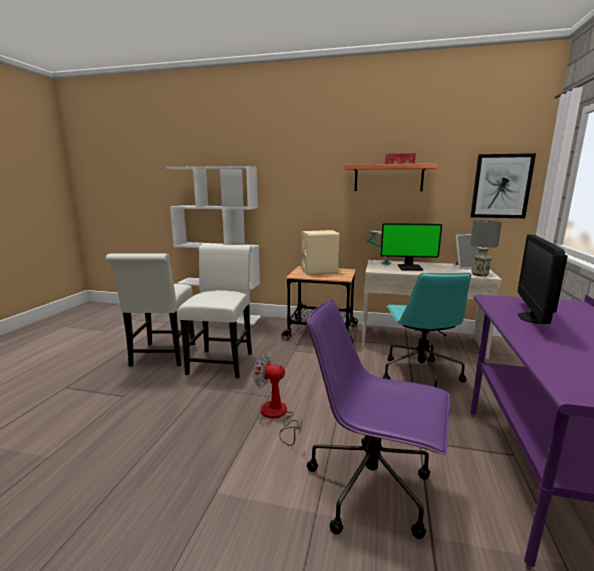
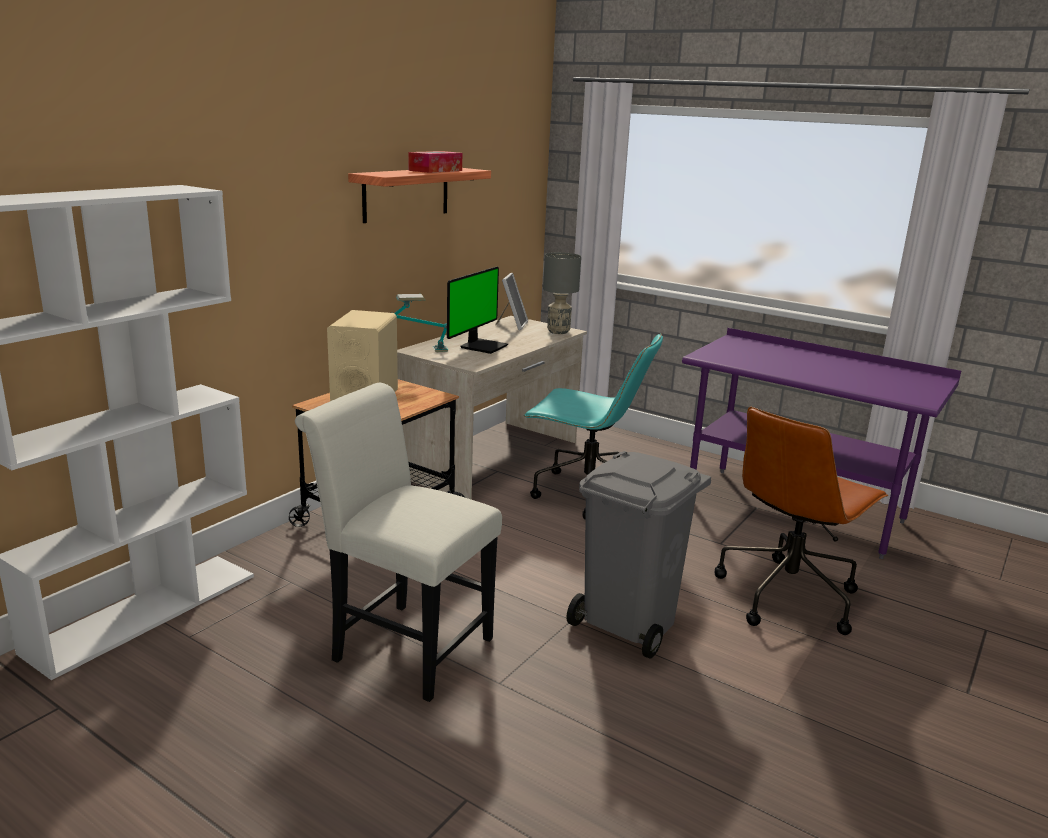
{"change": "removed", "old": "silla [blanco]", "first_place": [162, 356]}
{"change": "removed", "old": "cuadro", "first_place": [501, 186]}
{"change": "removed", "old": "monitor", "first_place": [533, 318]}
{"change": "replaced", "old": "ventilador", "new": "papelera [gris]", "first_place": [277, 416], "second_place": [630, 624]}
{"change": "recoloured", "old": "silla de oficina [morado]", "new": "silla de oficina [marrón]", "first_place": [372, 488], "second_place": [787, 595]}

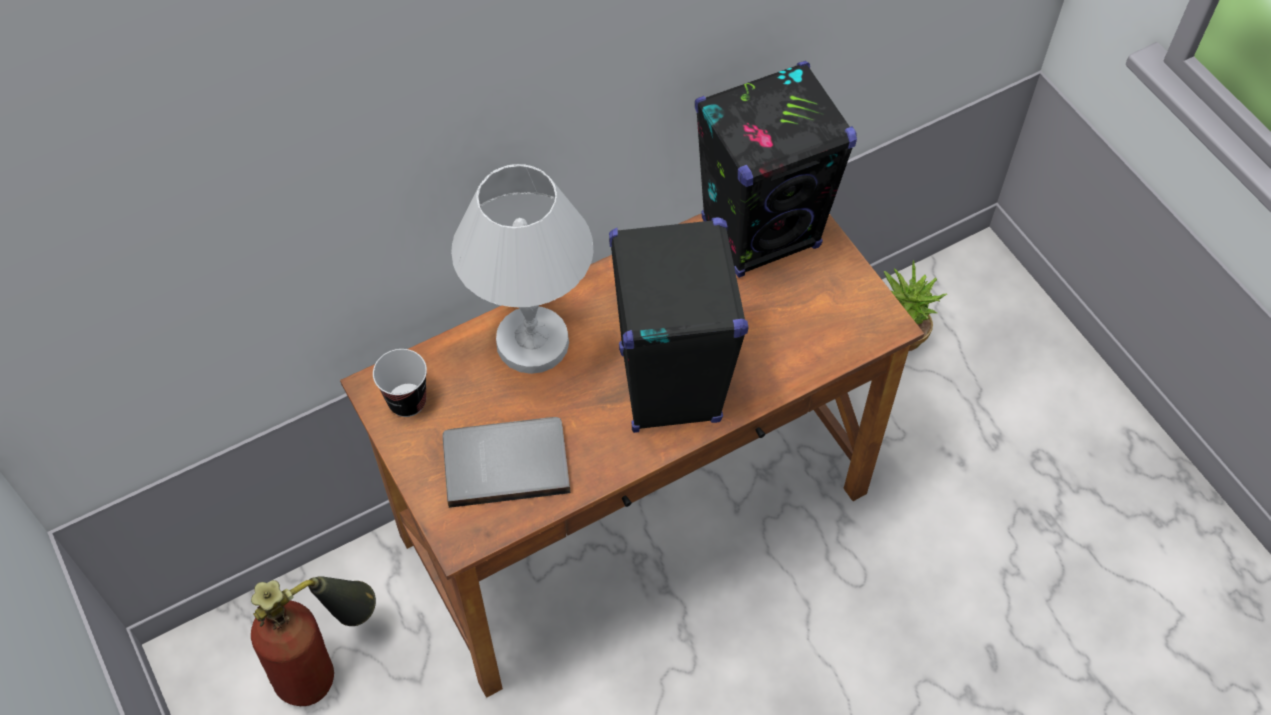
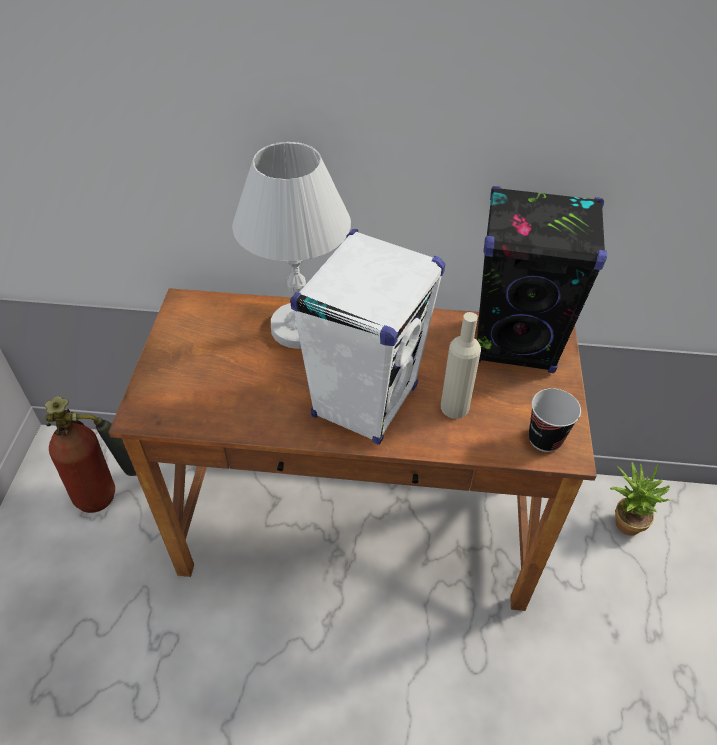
{"change": "removed", "old": "libro [gris]", "first_place": [505, 461]}
{"change": "added", "new": "botella [beis]", "second_place": [454, 407]}
{"change": "moved", "old": "taza", "first_place": [407, 401], "second_place": [545, 439]}
{"change": "recoloured", "old": "altavoz [negro]", "new": "altavoz [blanco]", "first_place": [669, 385], "second_place": [365, 401]}

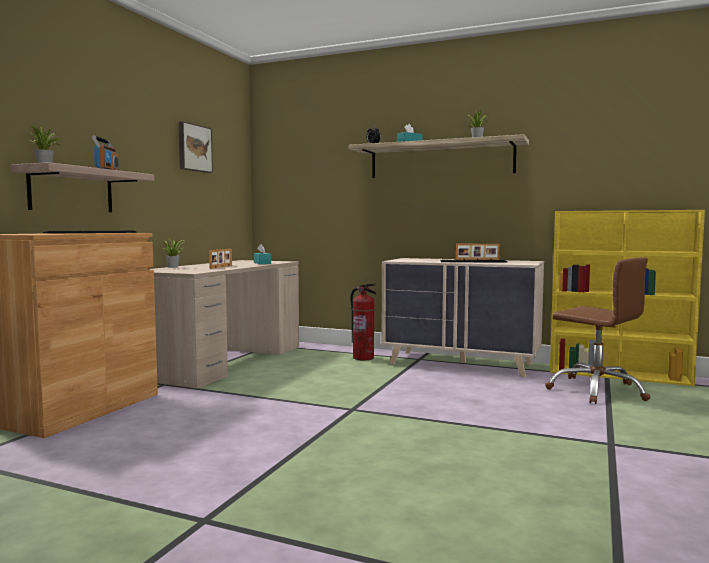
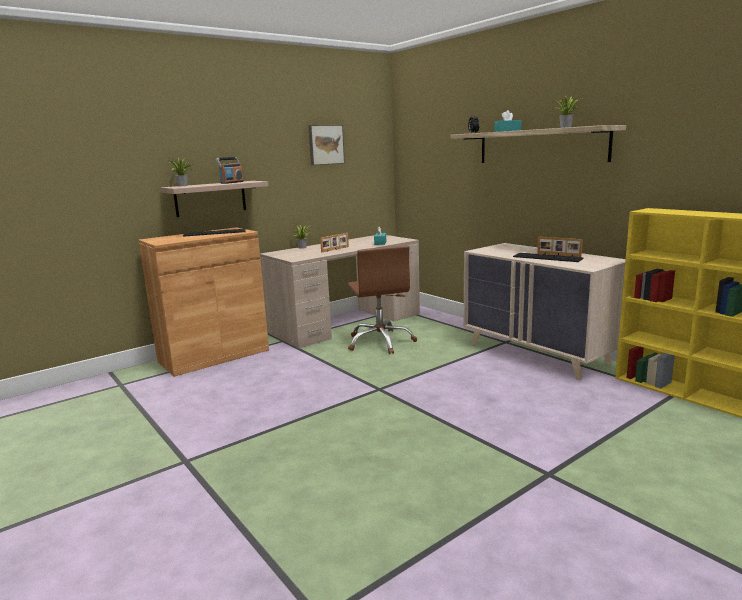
{"change": "removed", "old": "extintor", "first_place": [363, 358]}
{"change": "moved", "old": "silla de oficina [marrón]", "first_place": [597, 390], "second_place": [380, 342]}

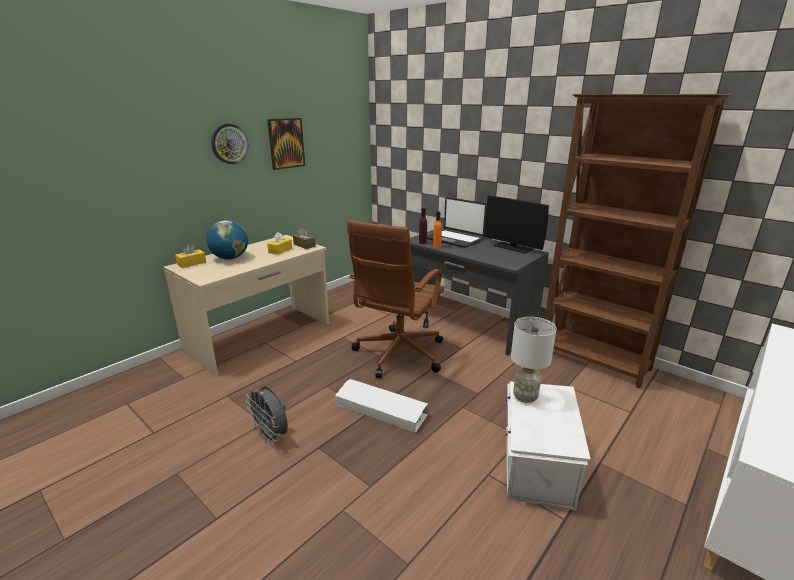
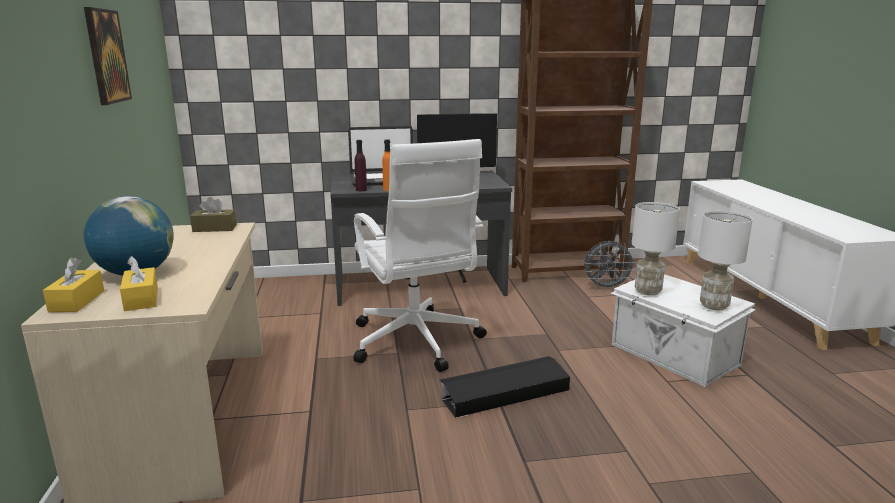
{"change": "removed", "old": "reloj de pared", "first_place": [229, 144]}
{"change": "added", "new": "lámpara de mesa [blanco]", "second_place": [714, 306]}
{"change": "moved", "old": "ventilador [gris]", "first_place": [272, 436], "second_place": [606, 288]}
{"change": "moved", "old": "caja de pañuelos [amarillo]", "first_place": [280, 250], "second_place": [141, 299]}
{"change": "recoloured", "old": "caja de almacenaje [blanco]", "new": "caja de almacenaje [negro]", "first_place": [380, 409], "second_place": [504, 393]}
{"change": "recoloured", "old": "silla de oficina [marrón]", "new": "silla de oficina [blanco]", "first_place": [398, 355], "second_place": [416, 342]}

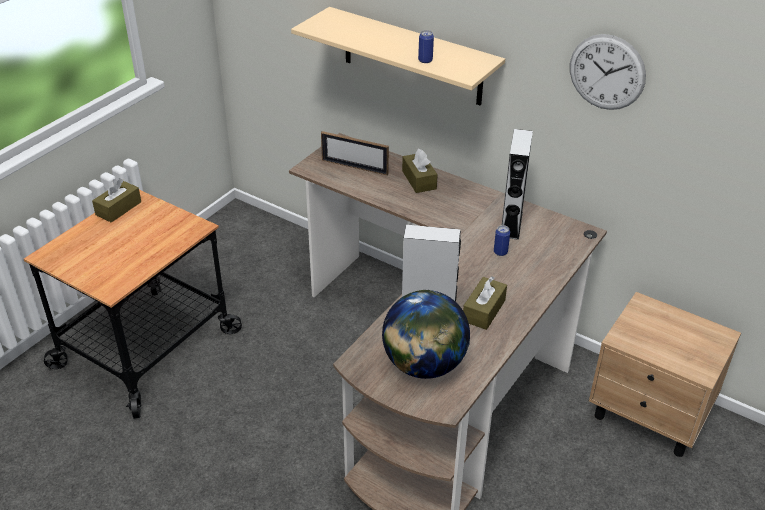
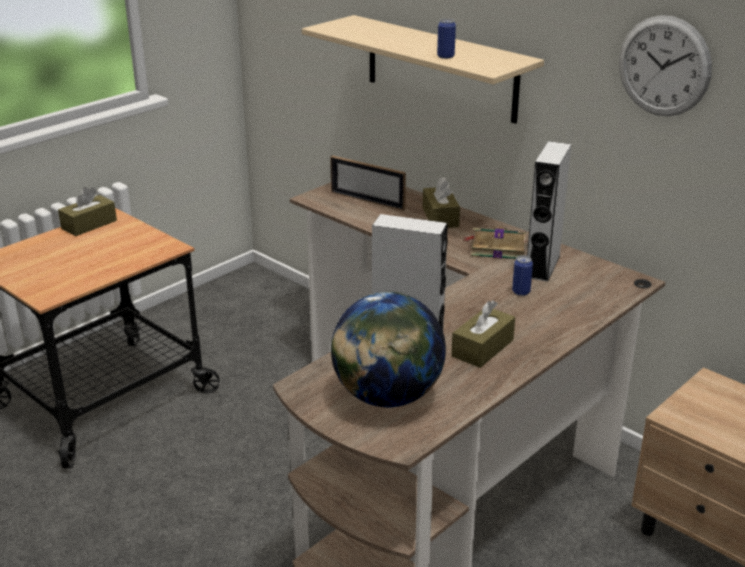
{"change": "added", "new": "libro", "second_place": [496, 248]}

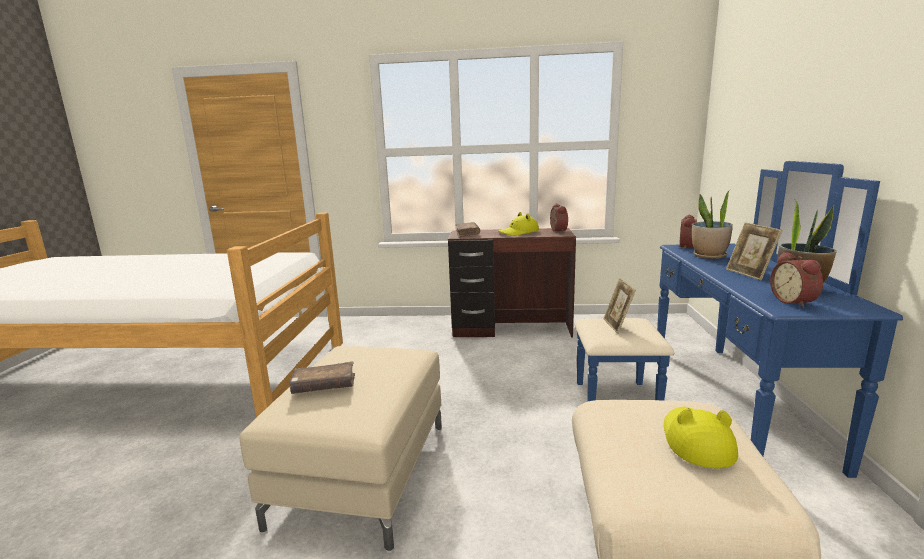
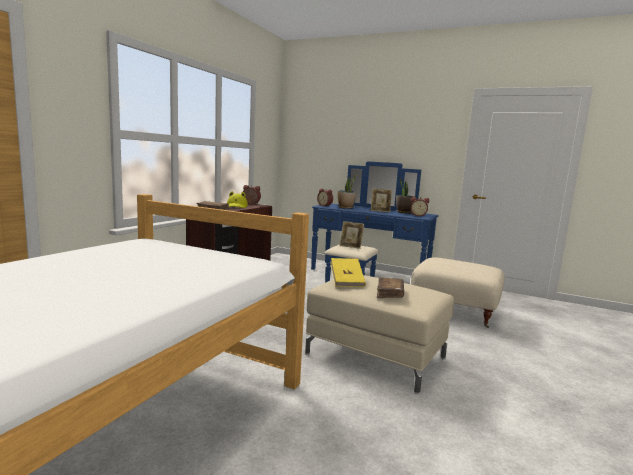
{"change": "removed", "old": "sombrero [amarillo]", "first_place": [696, 441]}
{"change": "added", "new": "libro [amarillo]", "second_place": [347, 282]}

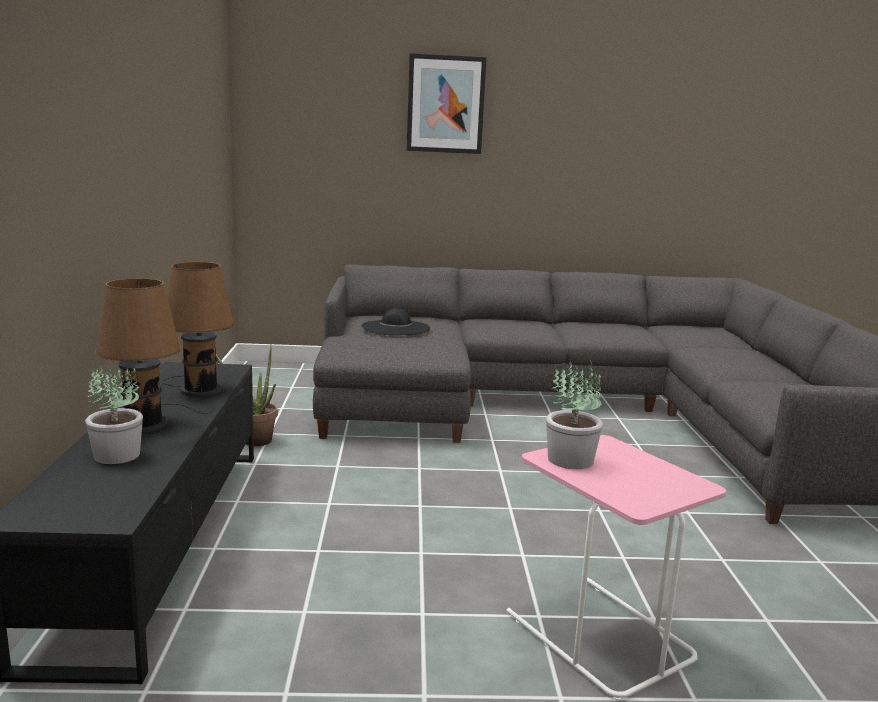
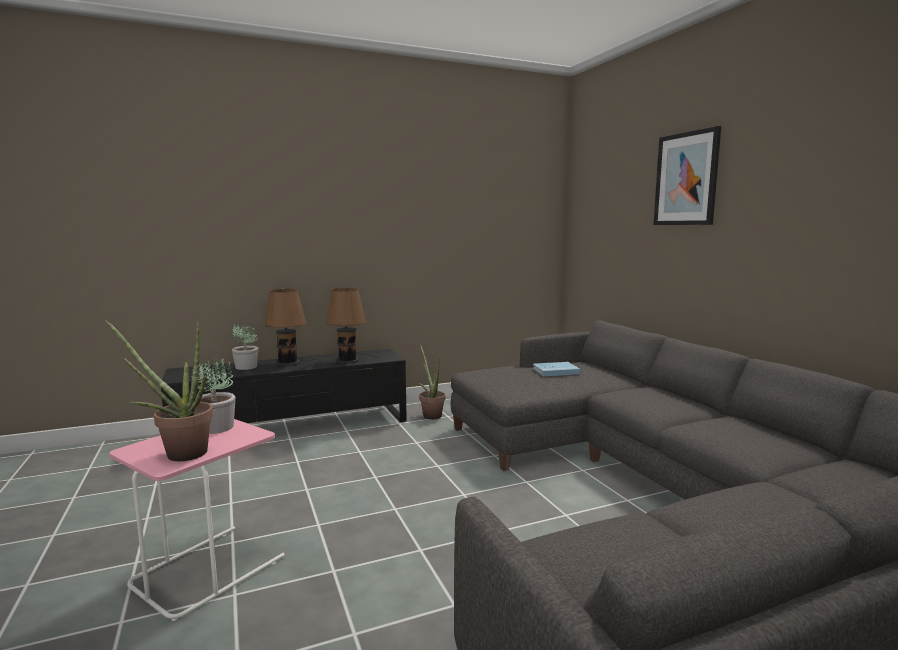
{"change": "added", "new": "planta en maceta", "second_place": [178, 453]}
{"change": "replaced", "old": "sombrero [negro]", "new": "libro [azul]", "first_place": [395, 328], "second_place": [555, 371]}

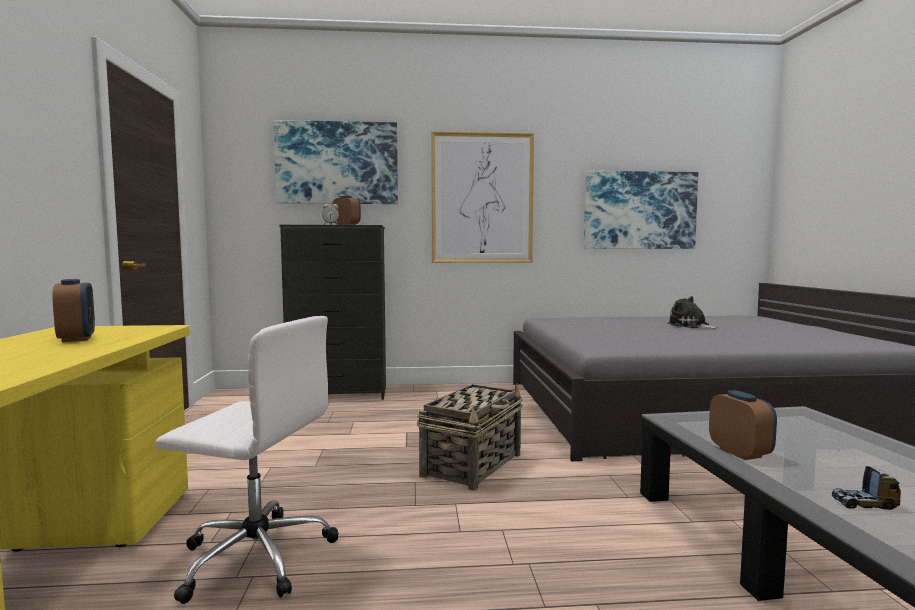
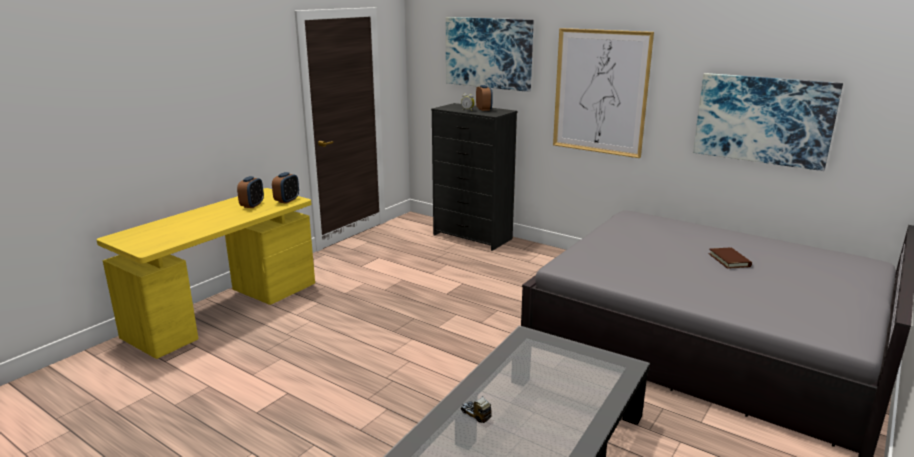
{"change": "removed", "old": "silla de oficina [blanco]", "first_place": [254, 556]}
{"change": "removed", "old": "cesta", "first_place": [473, 464]}
{"change": "moved", "old": "despertador", "first_place": [740, 453], "second_place": [287, 200]}
{"change": "replaced", "old": "peluche", "new": "libro [marrón]", "first_place": [690, 326], "second_place": [729, 260]}

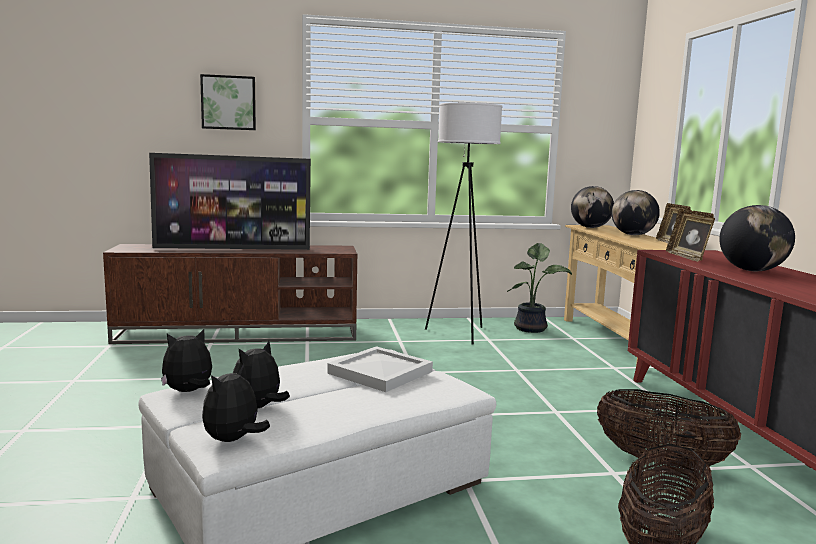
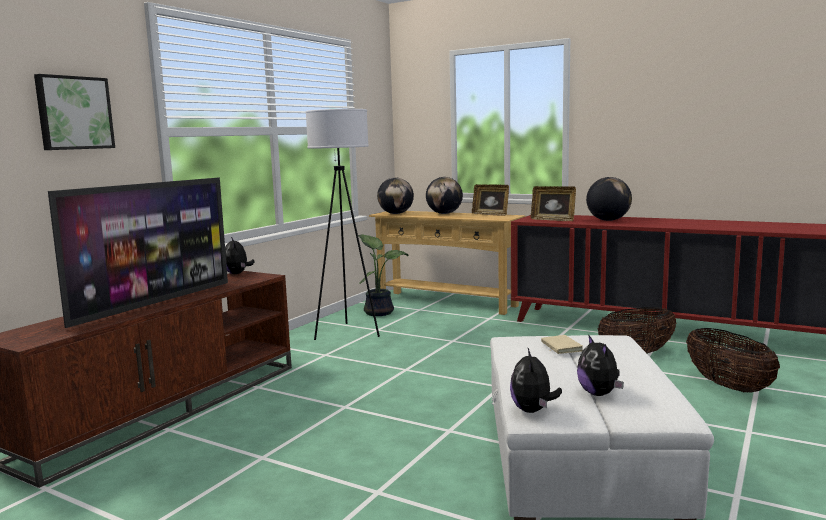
{"change": "moved", "old": "peluche", "first_place": [233, 440], "second_place": [238, 274]}
{"change": "replaced", "old": "bandeja [blanco]", "new": "libro [beis]", "first_place": [380, 372], "second_place": [560, 347]}

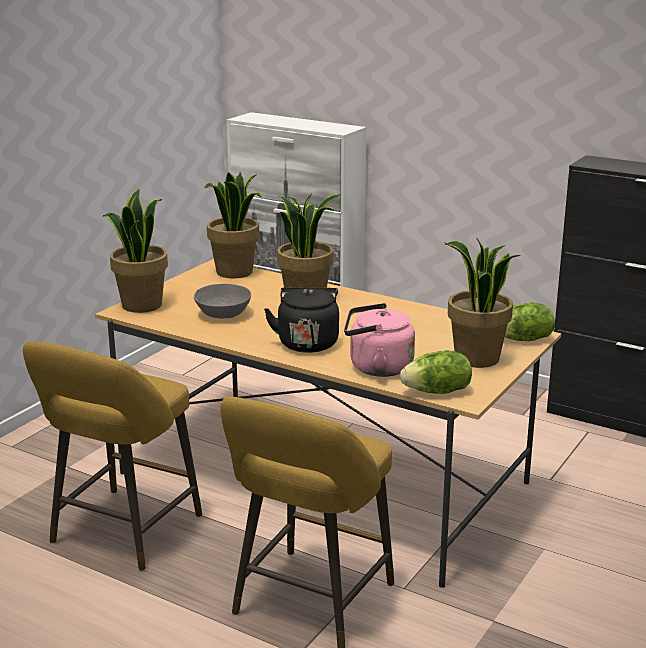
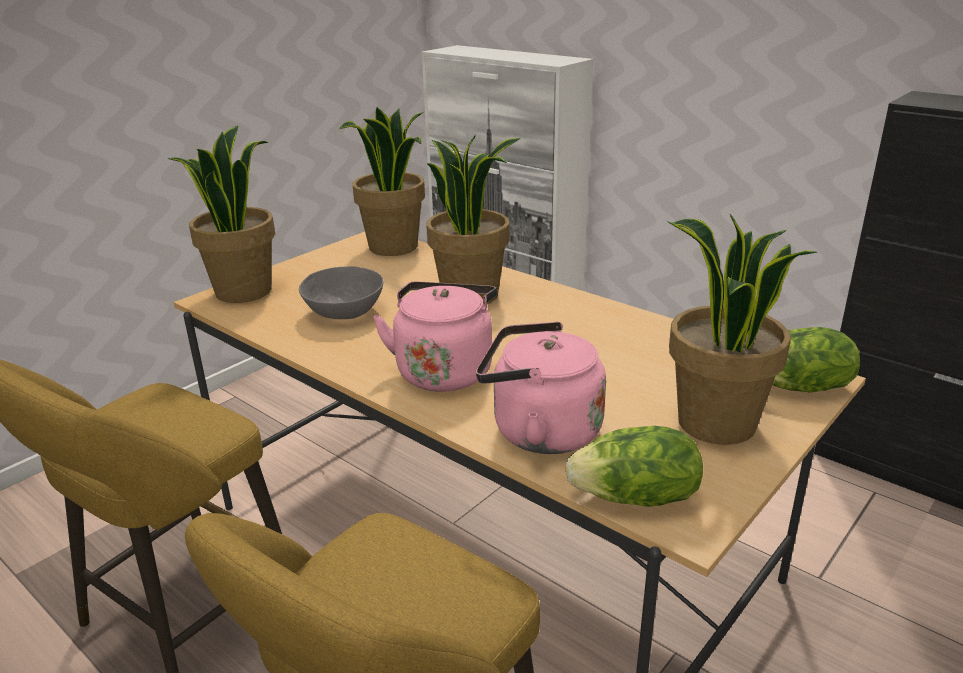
{"change": "recoloured", "old": "hervidor [negro]", "new": "hervidor [rosa]", "first_place": [307, 342], "second_place": [444, 370]}

